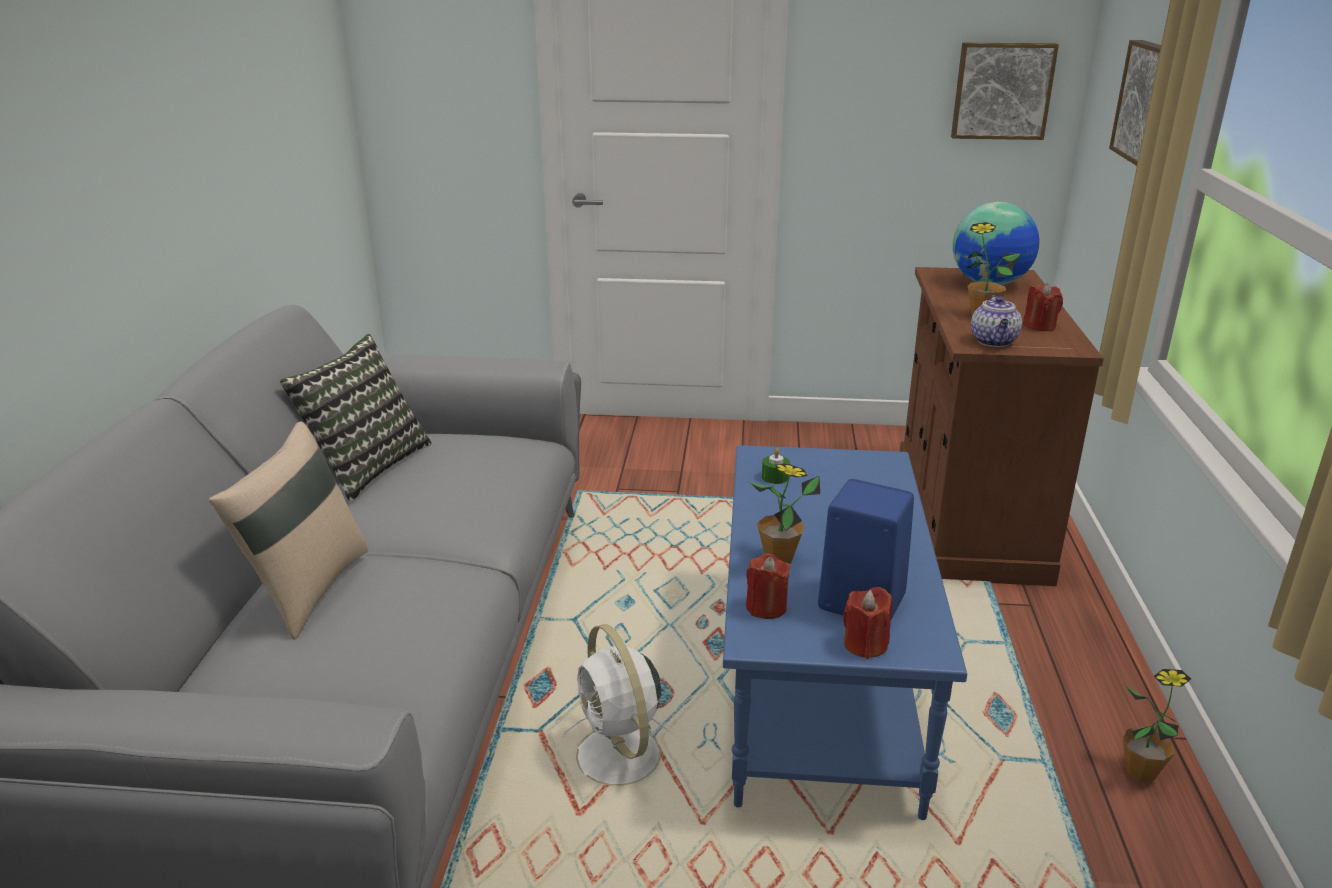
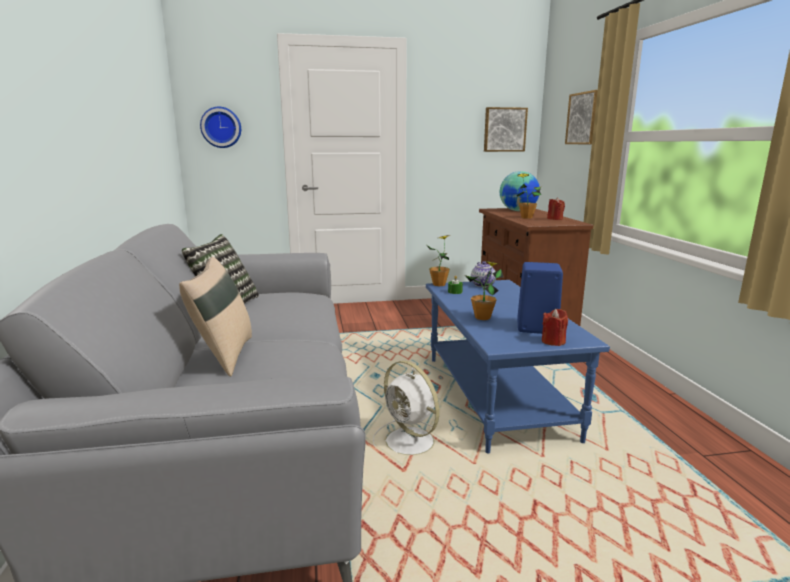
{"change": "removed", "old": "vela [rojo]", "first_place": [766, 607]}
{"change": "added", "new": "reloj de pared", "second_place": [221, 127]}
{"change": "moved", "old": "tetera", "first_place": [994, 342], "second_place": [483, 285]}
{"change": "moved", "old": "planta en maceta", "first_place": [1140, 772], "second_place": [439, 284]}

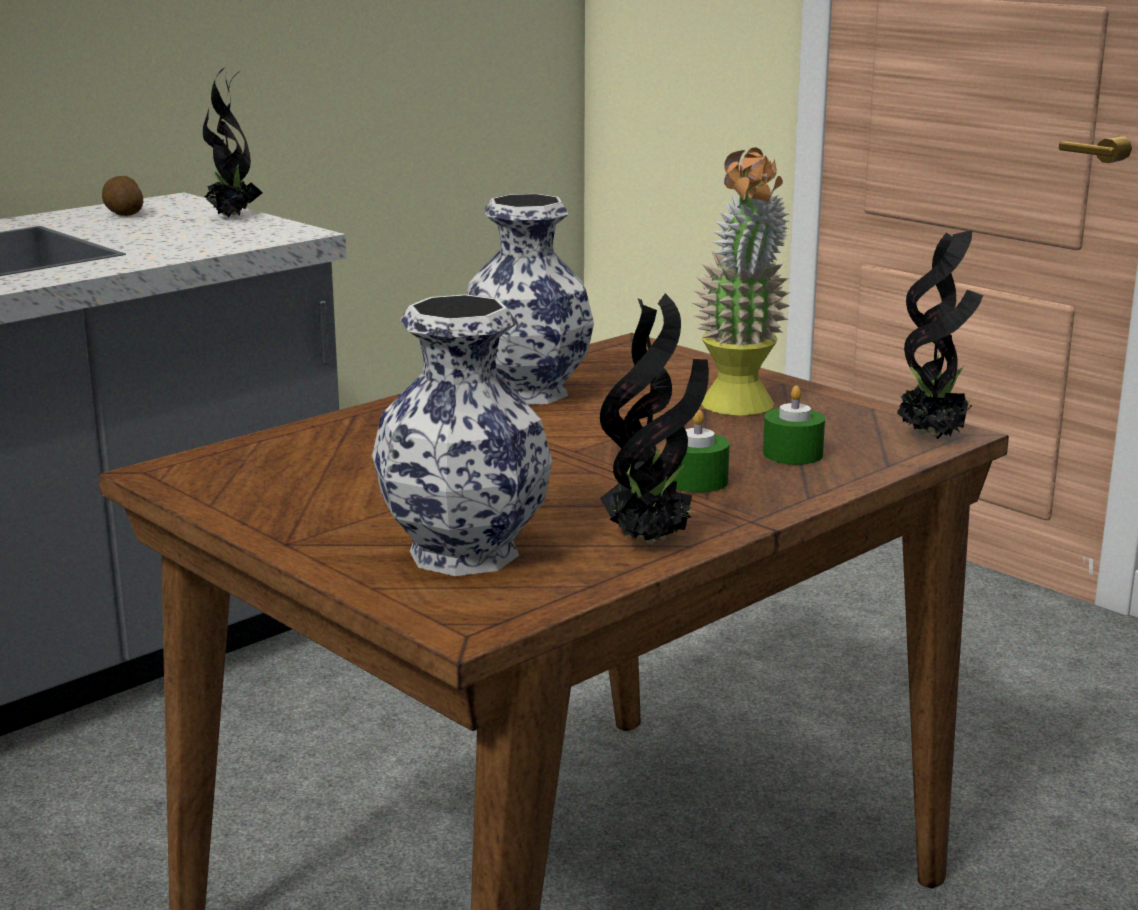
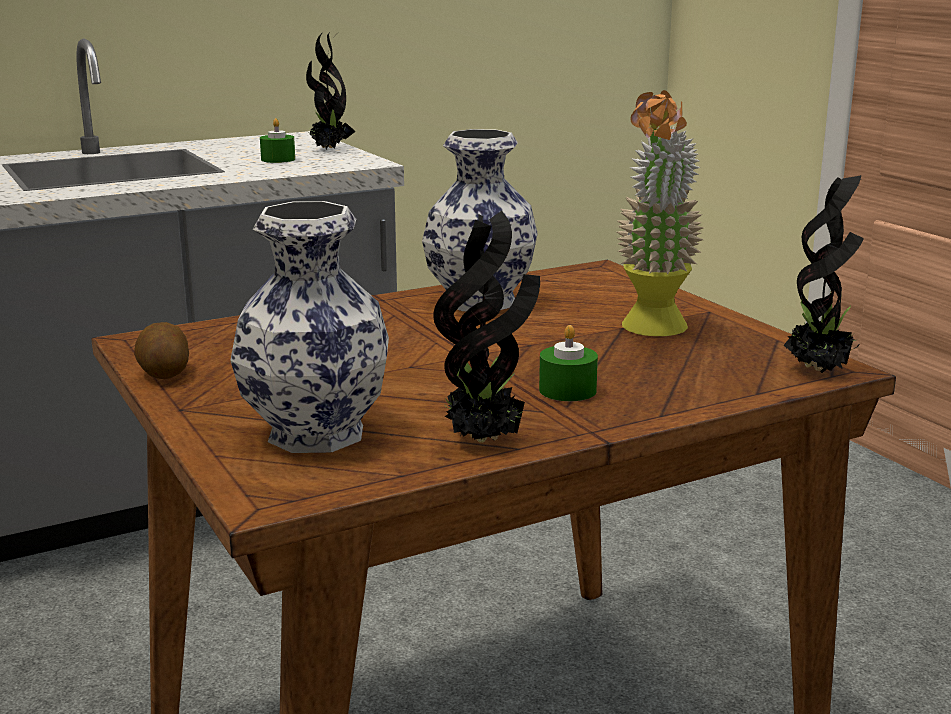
{"change": "moved", "old": "patata", "first_place": [123, 213], "second_place": [164, 372]}
{"change": "moved", "old": "vela [verde]", "first_place": [792, 454], "second_place": [278, 159]}

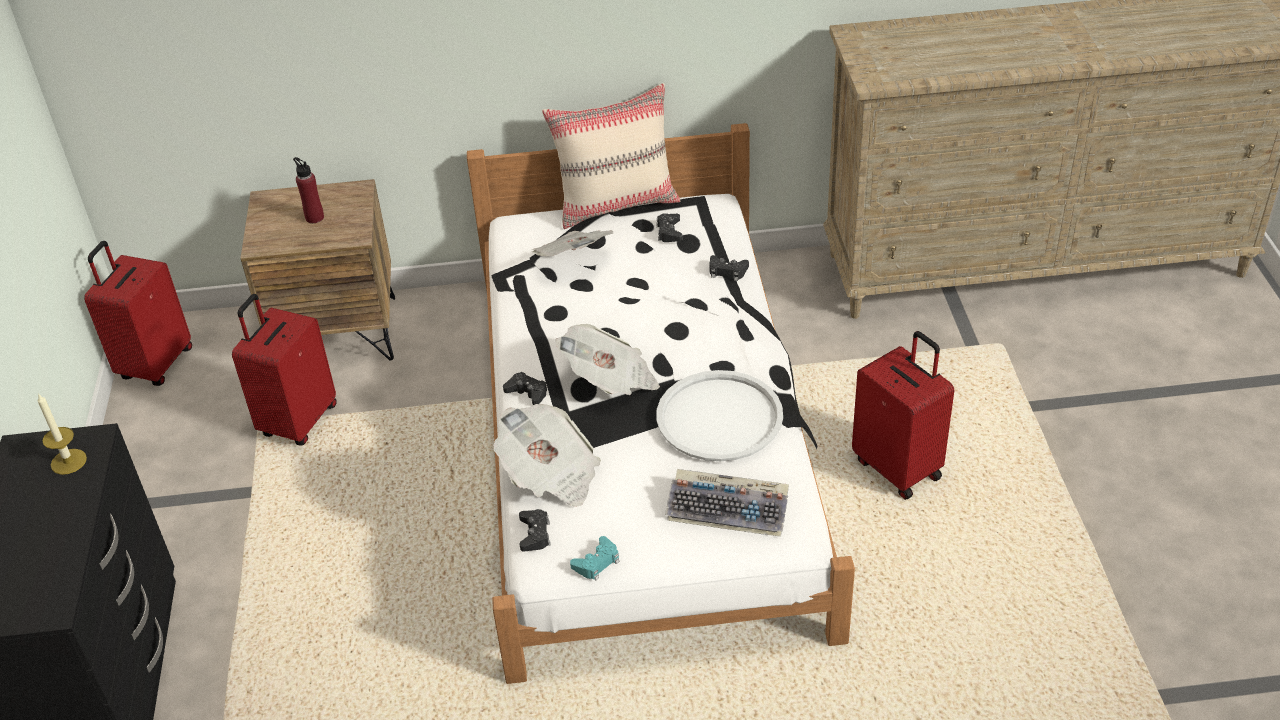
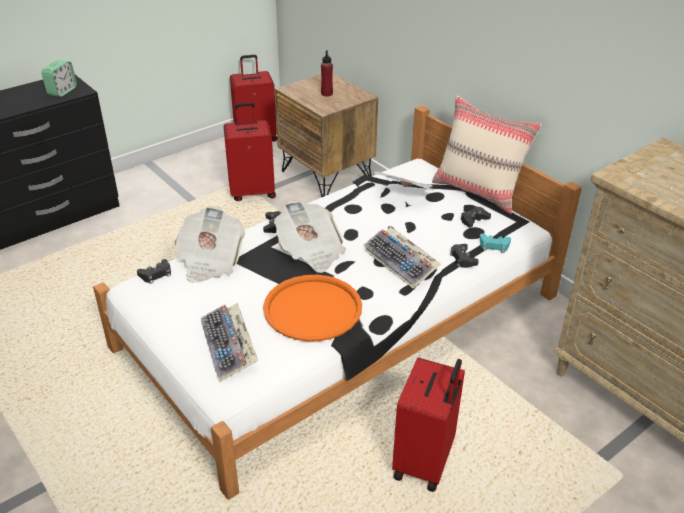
{"change": "added", "new": "teclado", "second_place": [402, 263]}
{"change": "moved", "old": "mando de consola [turquesa]", "first_place": [597, 563], "second_place": [494, 246]}
{"change": "replaced", "old": "vela", "new": "despertador", "first_place": [68, 461], "second_place": [62, 91]}
{"change": "recoloured", "old": "bandeja [blanco]", "new": "bandeja [naranja]", "first_place": [719, 417], "second_place": [313, 309]}

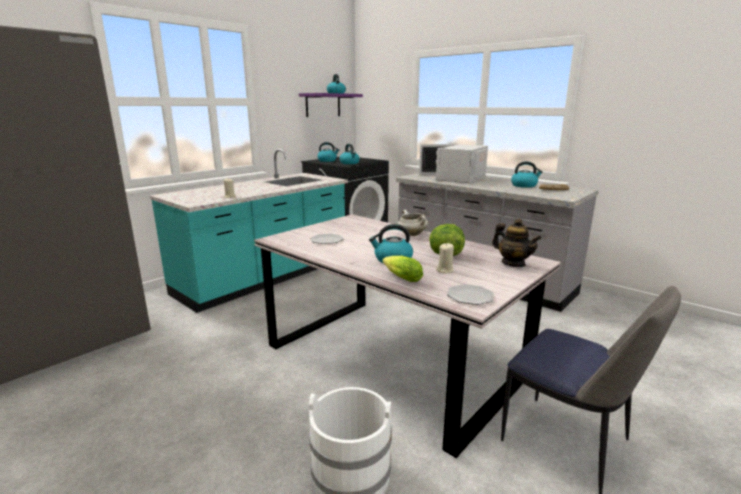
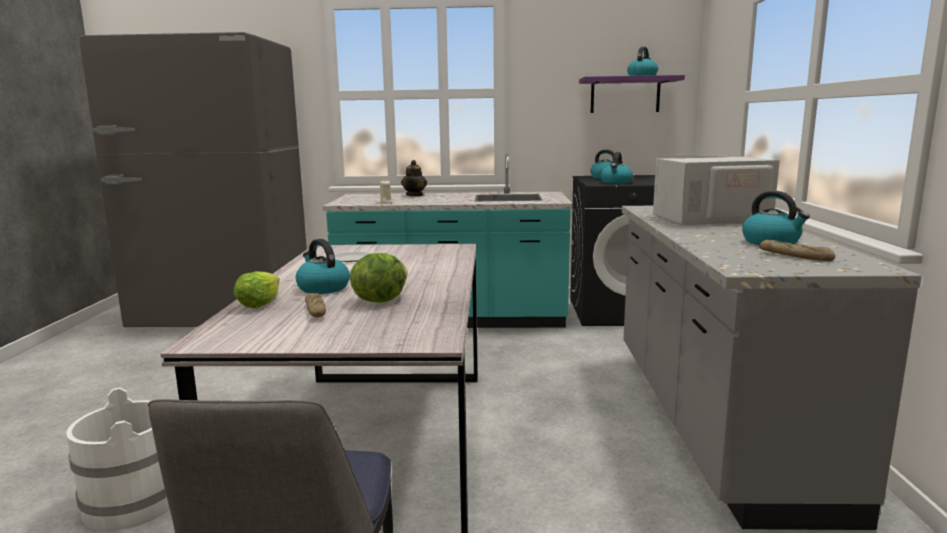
{"change": "removed", "old": "olla [blanco]", "first_place": [411, 234]}
{"change": "removed", "old": "plato", "first_place": [470, 296]}
{"change": "moved", "old": "tetera", "first_place": [513, 263], "second_place": [415, 195]}
{"change": "replaced", "old": "vela [beis]", "new": "pan", "first_place": [445, 270], "second_place": [315, 311]}

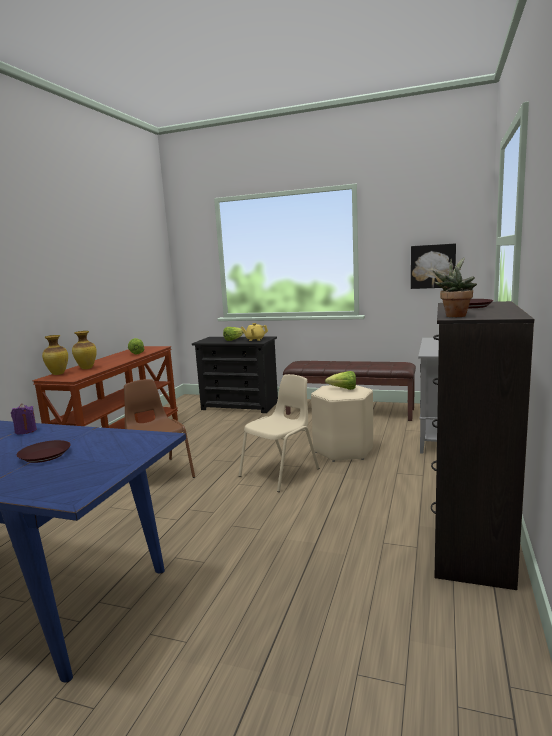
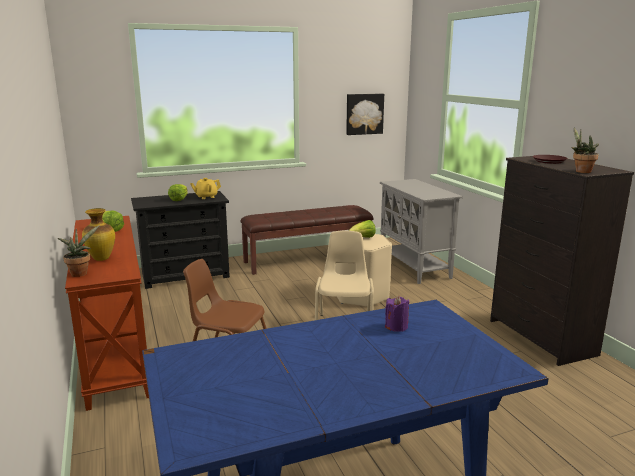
{"change": "removed", "old": "plato [marrón]", "first_place": [44, 455]}
{"change": "moved", "old": "vela [morado]", "first_place": [26, 431], "second_place": [396, 326]}
{"change": "replaced", "old": "florero", "new": "planta en maceta", "first_place": [57, 374], "second_place": [80, 273]}

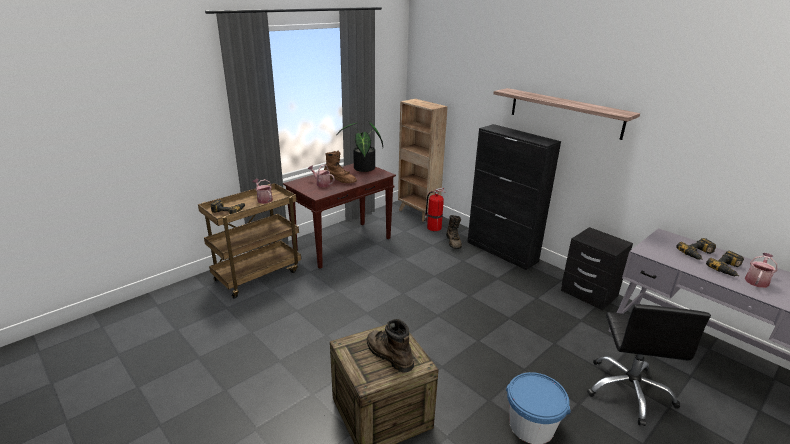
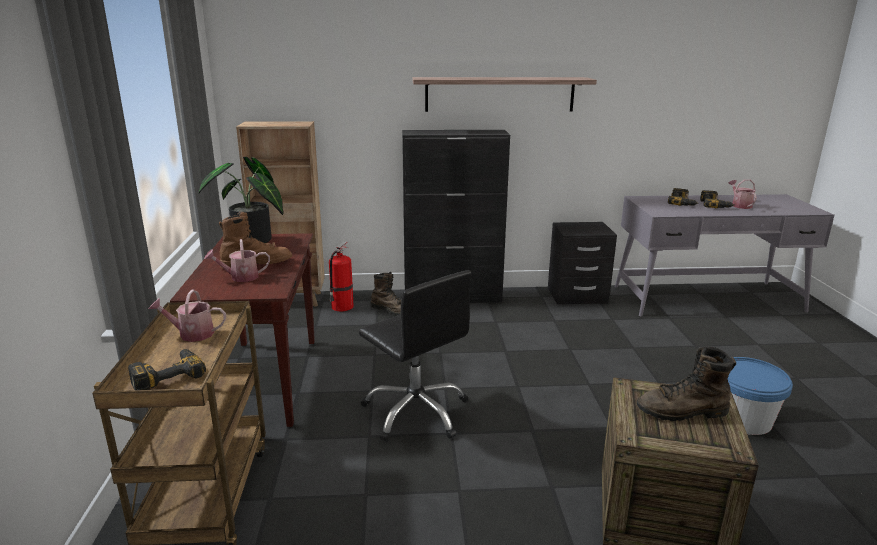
{"change": "moved", "old": "silla de oficina [negro]", "first_place": [629, 391], "second_place": [416, 411]}

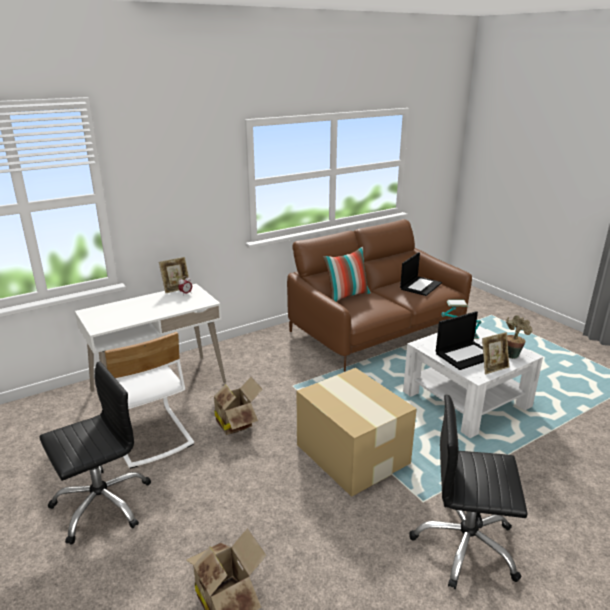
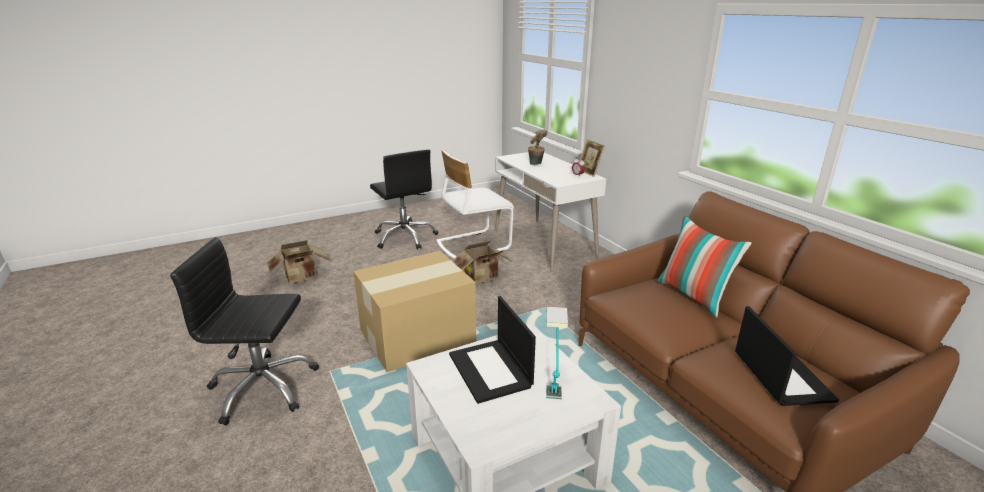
{"change": "removed", "old": "portarretratos", "first_place": [493, 368]}
{"change": "moved", "old": "planta en maceta", "first_place": [512, 354], "second_place": [536, 164]}
{"change": "turned", "old": "portátil", "first_place": [420, 286], "second_place": [780, 375], "degrees": -135}
{"change": "turned", "old": "silla de oficina [negro]", "first_place": [465, 546], "second_place": [263, 388], "degrees": -105}

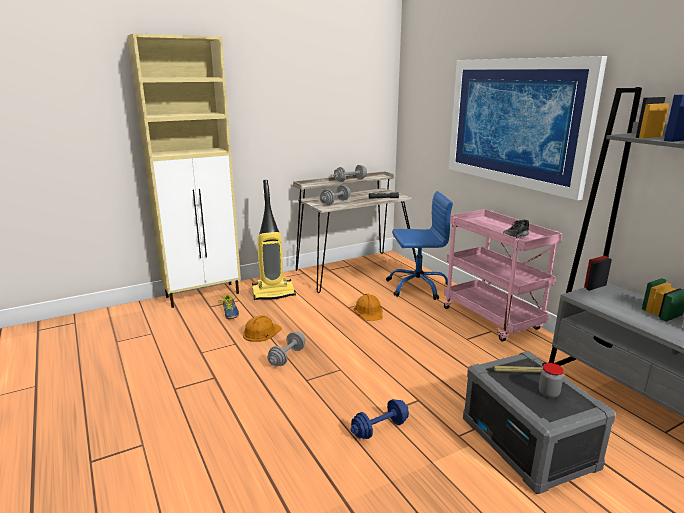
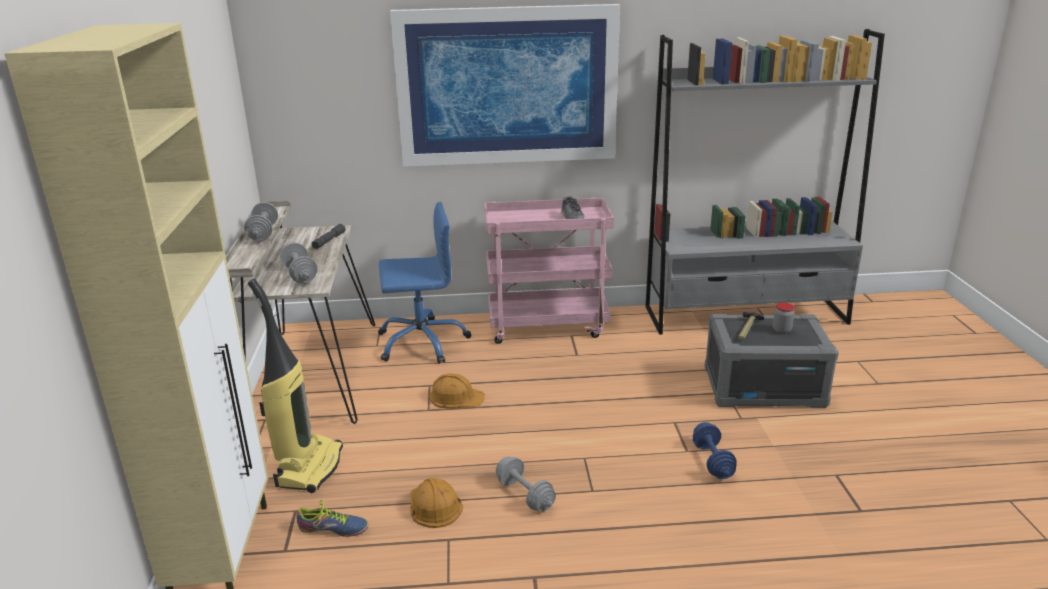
{"change": "turned", "old": "silla de oficina [azul]", "first_place": [417, 286], "second_place": [422, 342], "degrees": 60}

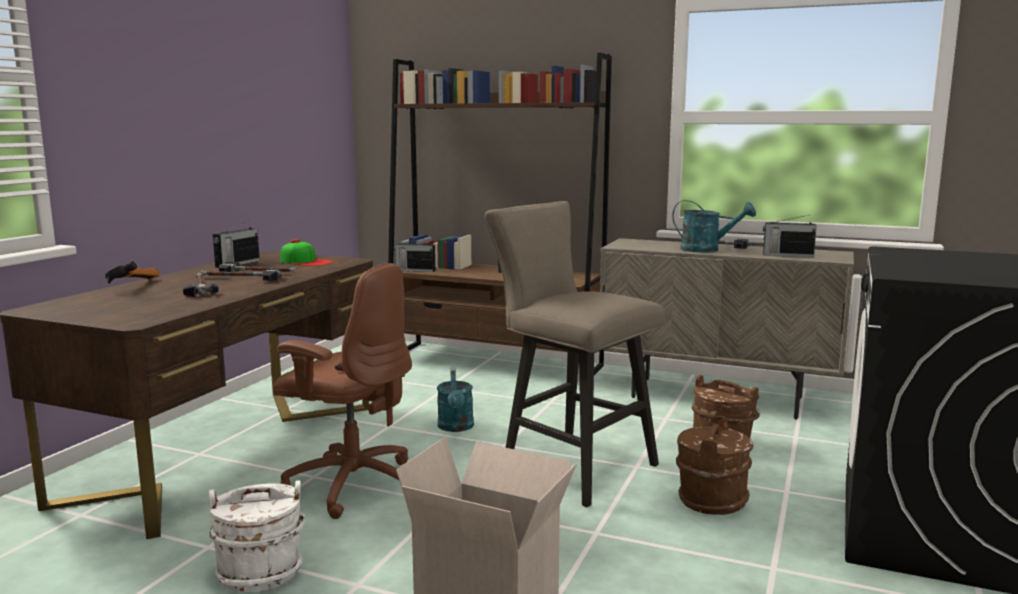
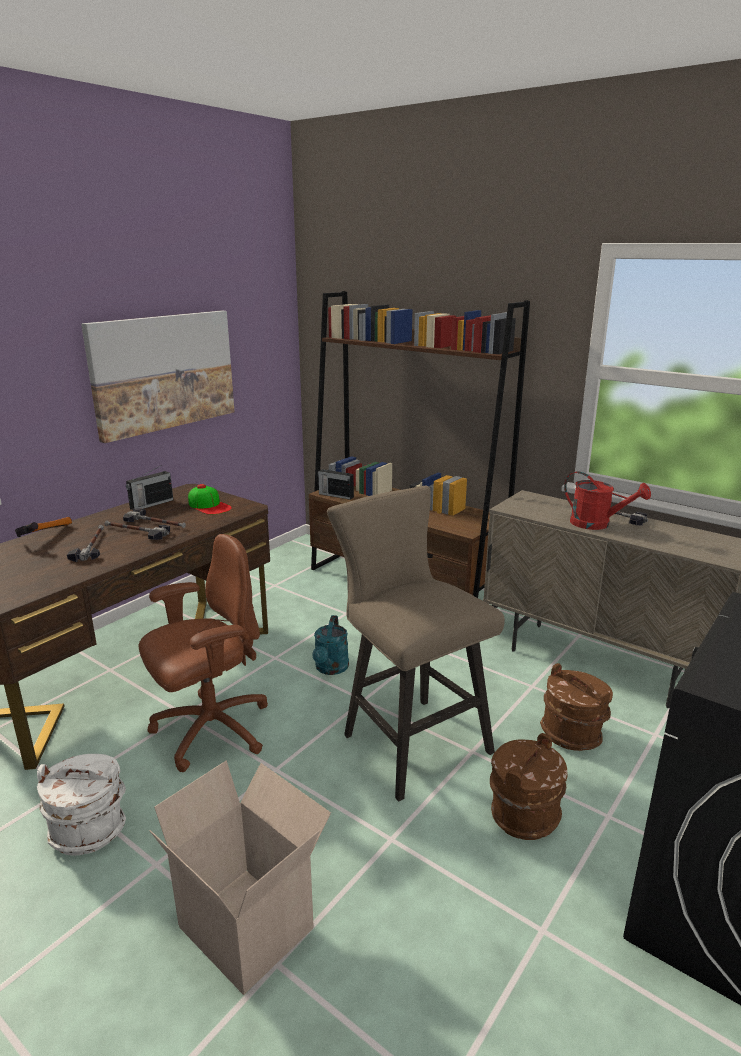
{"change": "removed", "old": "radio", "first_place": [787, 255]}
{"change": "added", "new": "cuadro", "second_place": [163, 372]}
{"change": "recoloured", "old": "regadera [turquesa]", "new": "regadera [rojo]", "first_place": [707, 250], "second_place": [597, 524]}
{"change": "turned", "old": "silla de oficina [marrón]", "first_place": [352, 484], "second_place": [210, 730], "degrees": -75}

